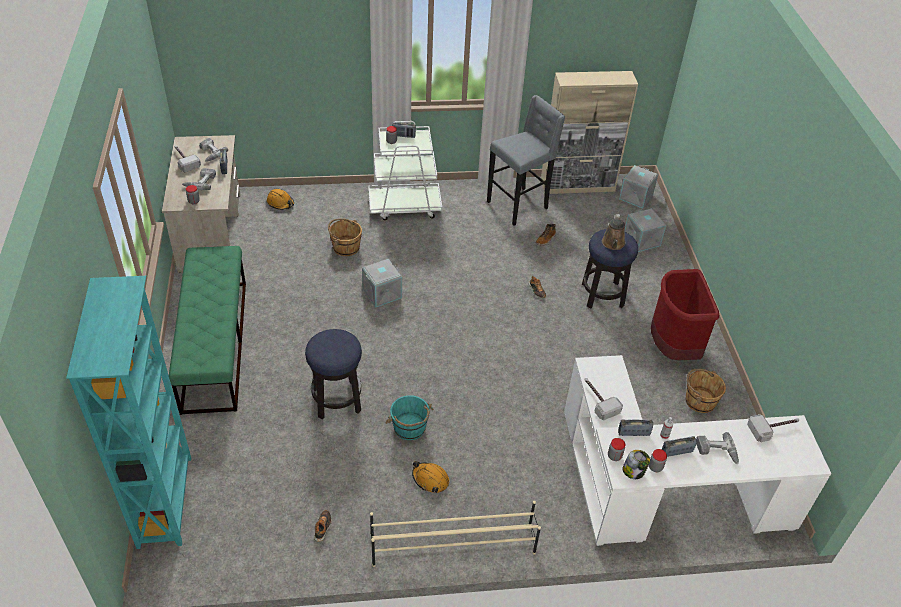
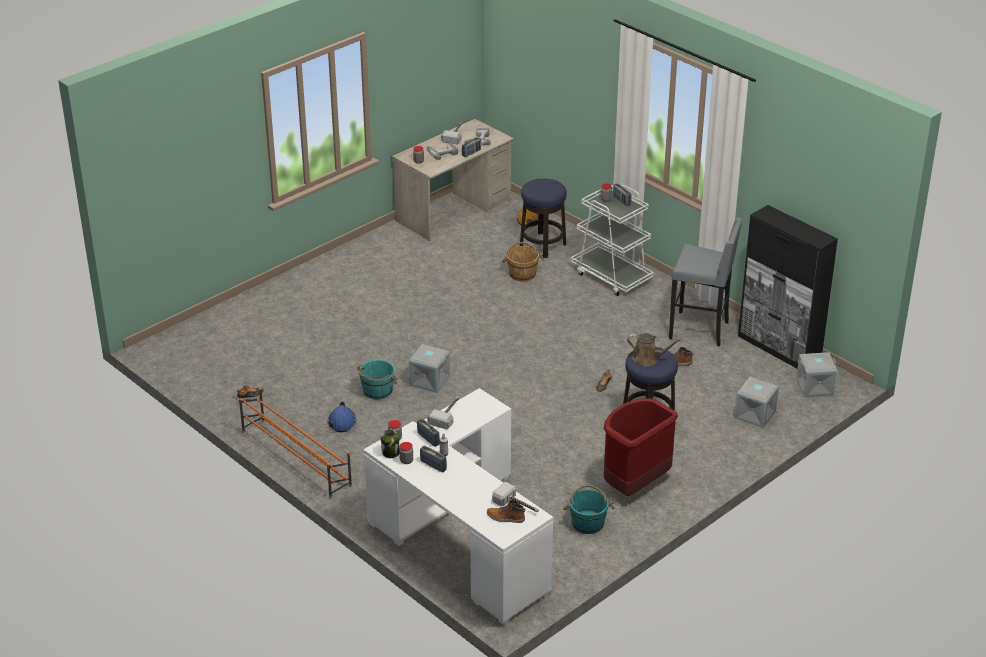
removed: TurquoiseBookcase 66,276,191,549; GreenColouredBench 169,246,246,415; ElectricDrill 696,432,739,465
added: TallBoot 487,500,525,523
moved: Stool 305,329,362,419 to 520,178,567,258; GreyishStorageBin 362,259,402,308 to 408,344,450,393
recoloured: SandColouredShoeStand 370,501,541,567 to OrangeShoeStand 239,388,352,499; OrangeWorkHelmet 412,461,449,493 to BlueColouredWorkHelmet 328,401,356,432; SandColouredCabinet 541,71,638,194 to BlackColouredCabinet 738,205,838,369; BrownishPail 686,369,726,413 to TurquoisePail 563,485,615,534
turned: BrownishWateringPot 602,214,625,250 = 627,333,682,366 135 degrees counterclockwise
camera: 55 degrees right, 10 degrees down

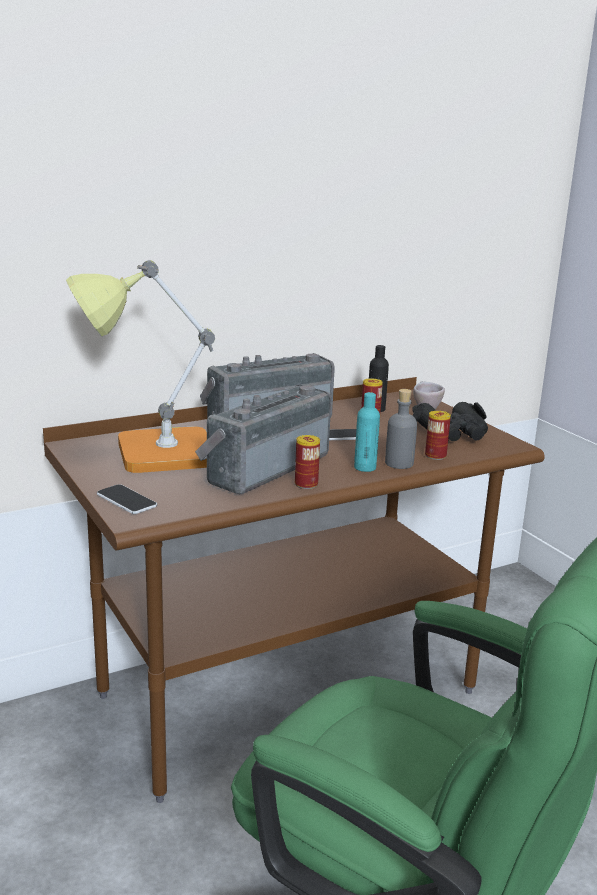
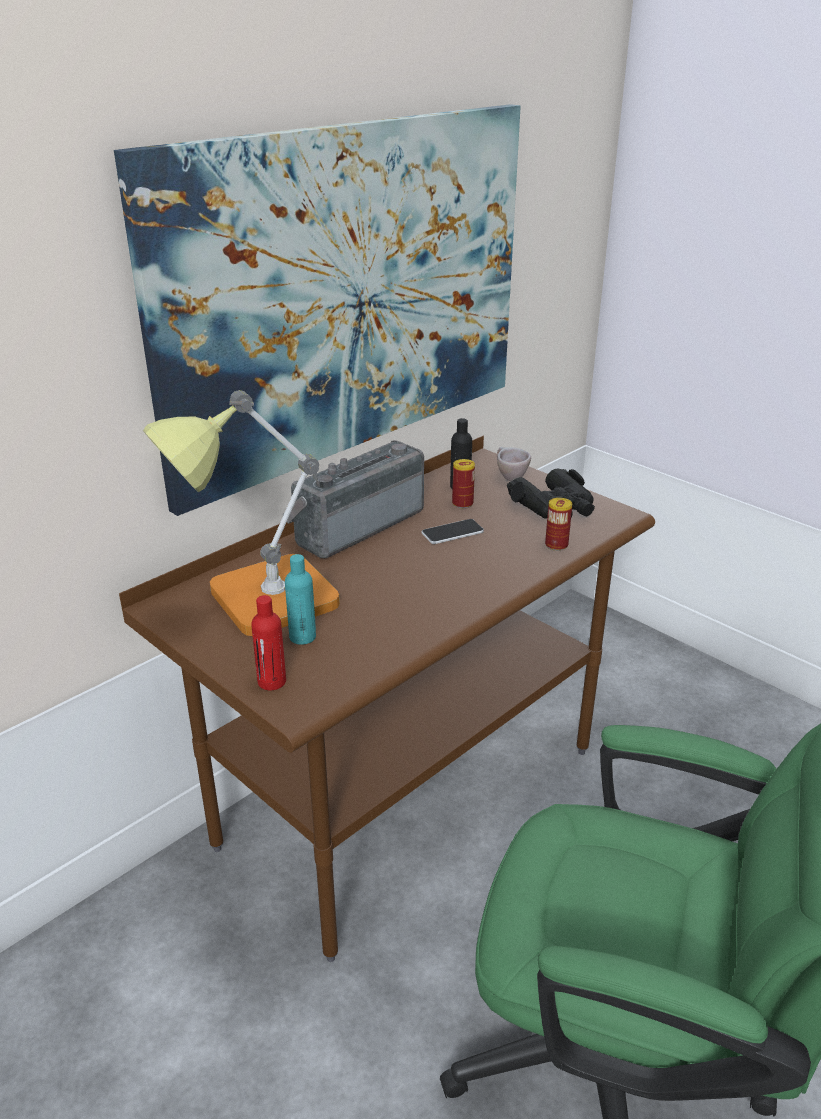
removed: Radio 195,384,331,494; MetalCan 295,435,320,489; GreyishBottle 385,389,417,469
added: WallArt 114,104,521,516
moved: TurquoiseBottle 354,392,380,472 to 285,554,316,645
replaced: Telephone 97,484,157,514 to ReddishBottle 251,595,286,690
camera: 15 degrees left, 10 degrees up

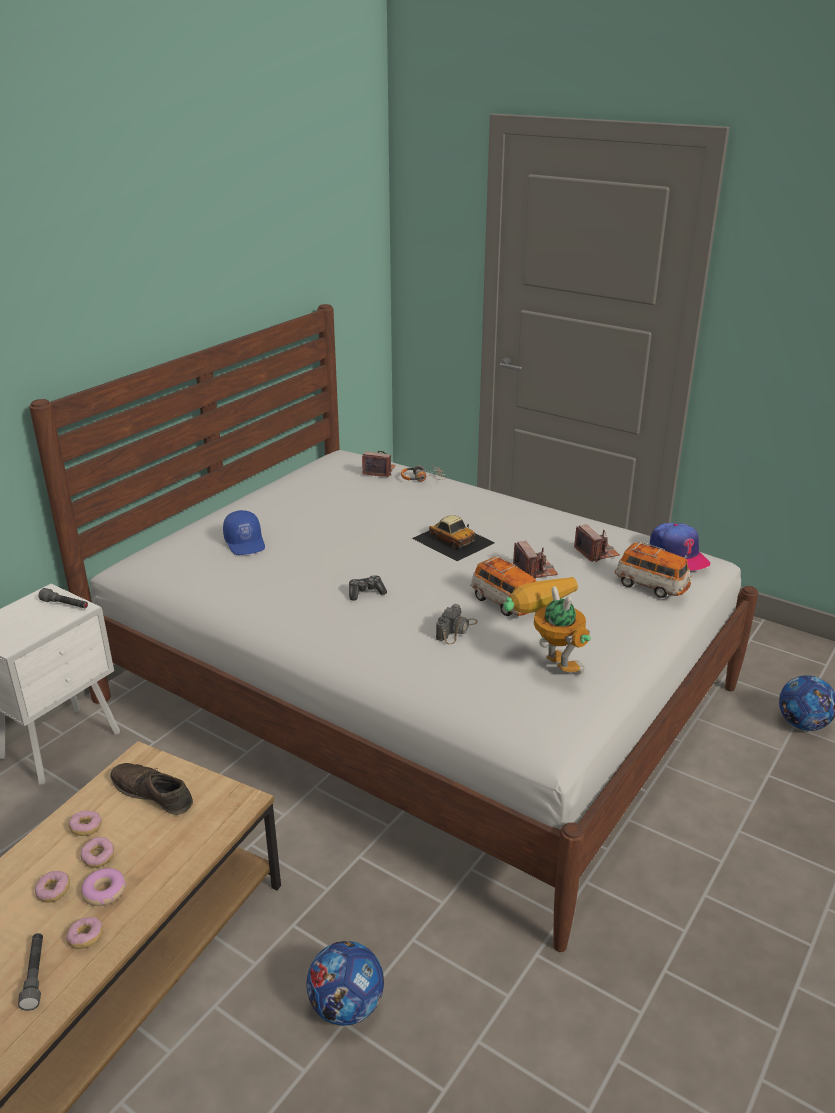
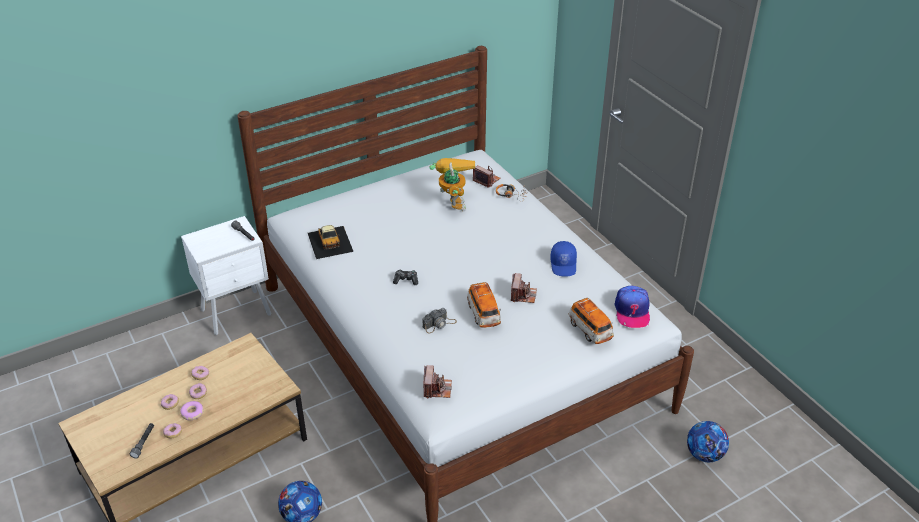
removed: BrownishShoe 110,763,193,815
moved: BlueColouredBaseballCap 223,510,265,555 to 550,241,577,277; MiniatureCar 412,515,495,561 to 308,225,354,259; ModelRobot 503,577,591,674 to 429,158,475,212; PhotoCamera 574,524,620,562 to 424,365,452,399
camera: 25 degrees right, 10 degrees up

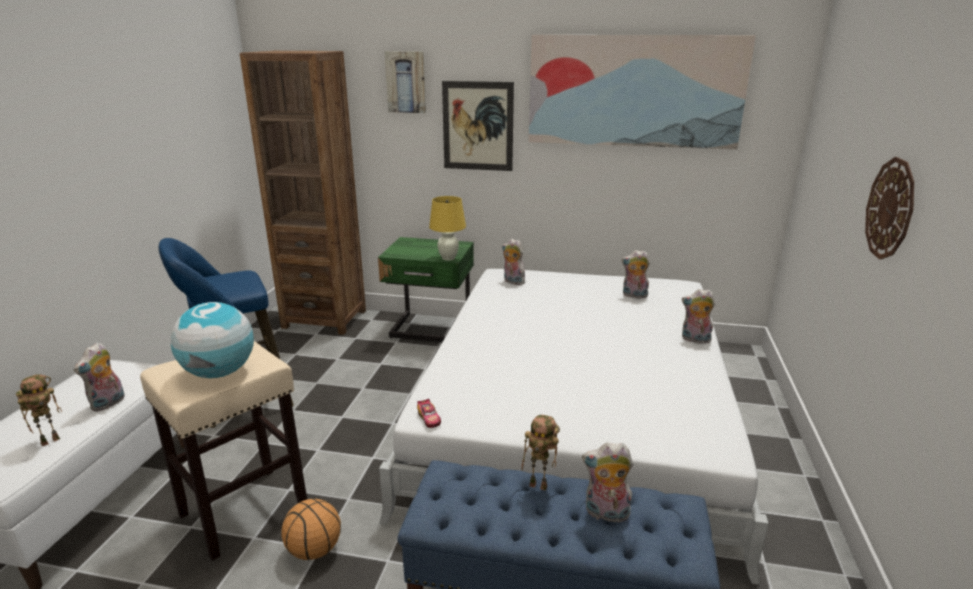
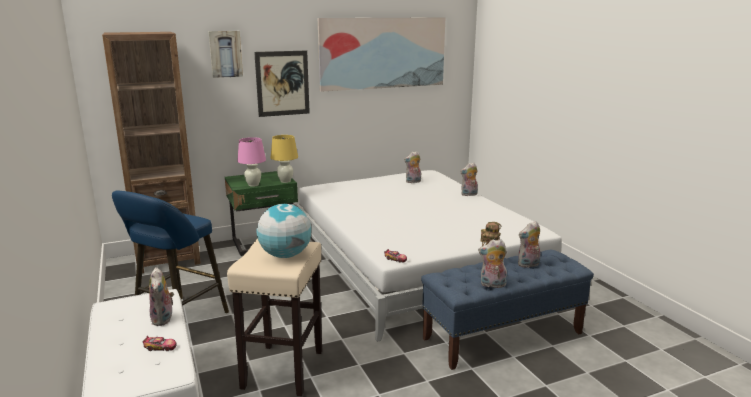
removed: BasketballBall 281,499,341,560; WallClock 865,157,914,260
added: PinkLampForATable 237,137,266,187
moved: PlushToy 502,239,525,285 to 478,239,507,288
replaced: ModelRobot 16,374,62,446 to MiniatureCar 143,336,177,351
camera: 35 degrees left, 5 degrees down

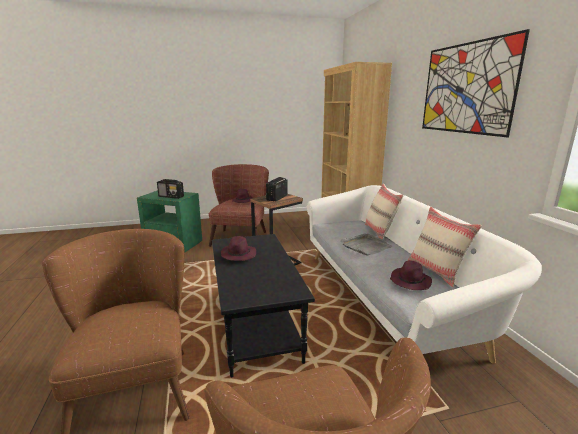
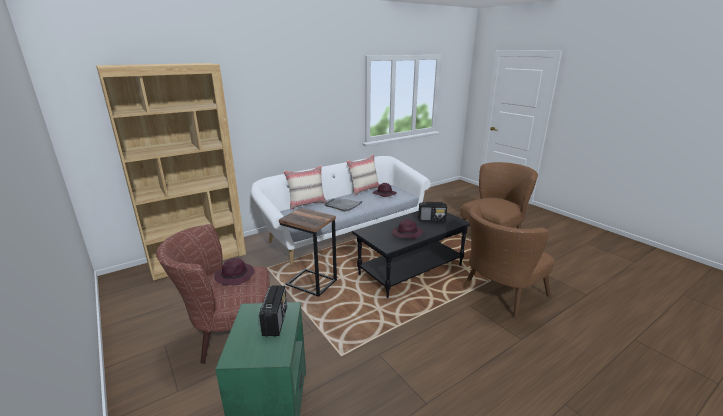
removed: WallArt 422,29,530,137
moved: Radio 266,177,287,202 to 418,202,447,222
camera: 110 degrees left, 5 degrees up

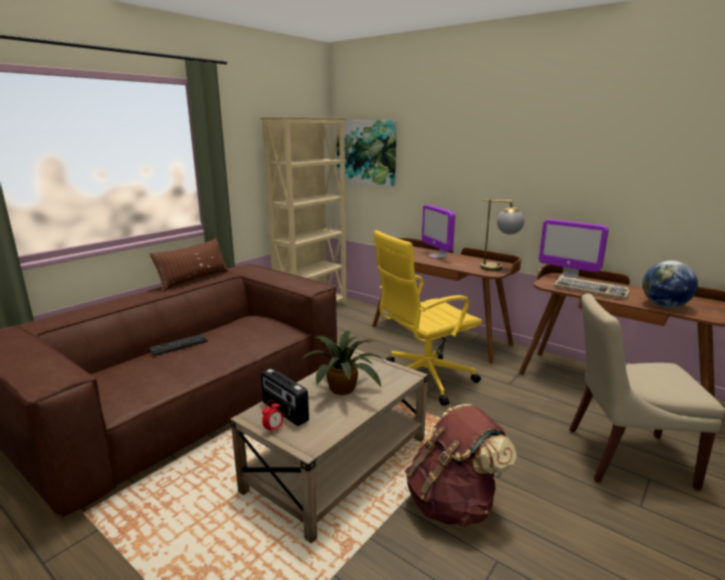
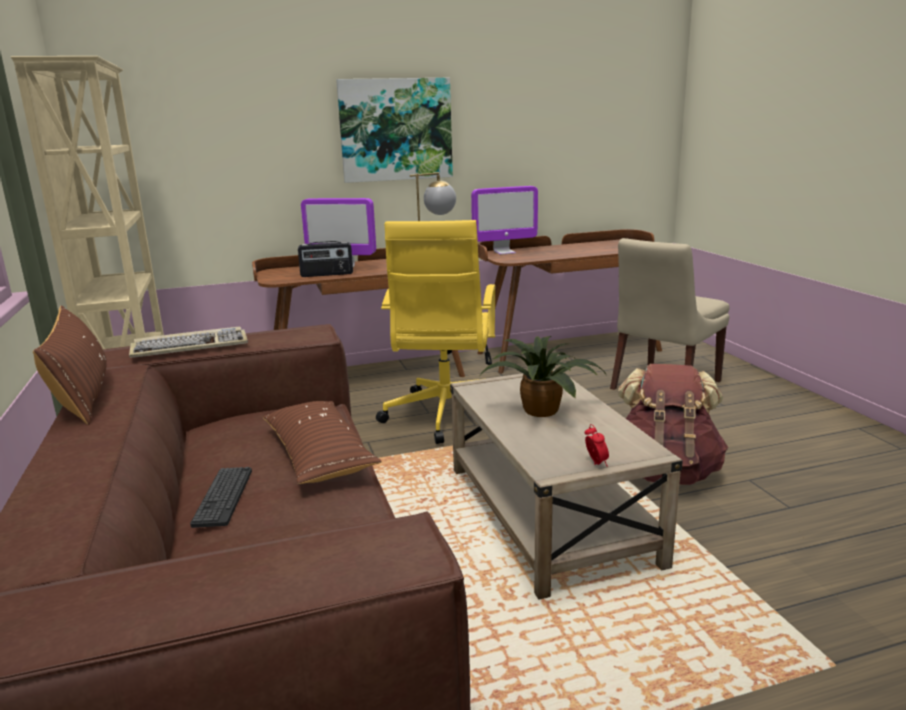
removed: Globe 643,260,698,308
added: BrownishThrowPillow 263,401,382,484
moved: Radio 261,368,309,426 to 298,241,353,277; WallArt 336,120,397,187 to 336,78,453,183; ComputerKeyboard 554,276,630,299 to 129,327,248,358
camera: 55 degrees left, 0 degrees up

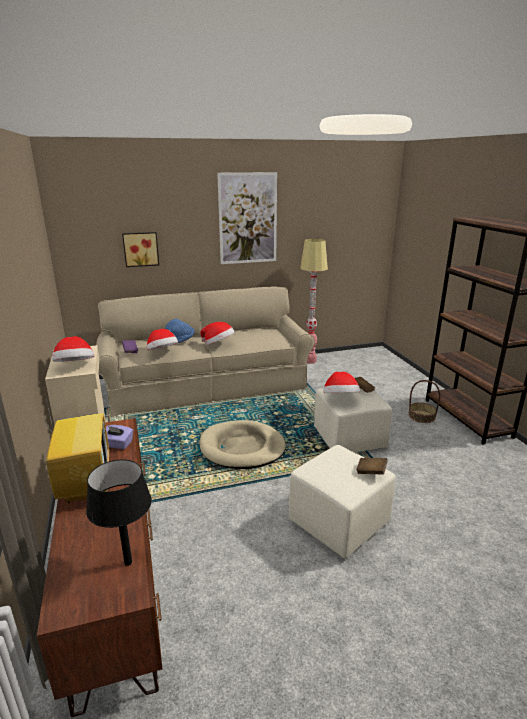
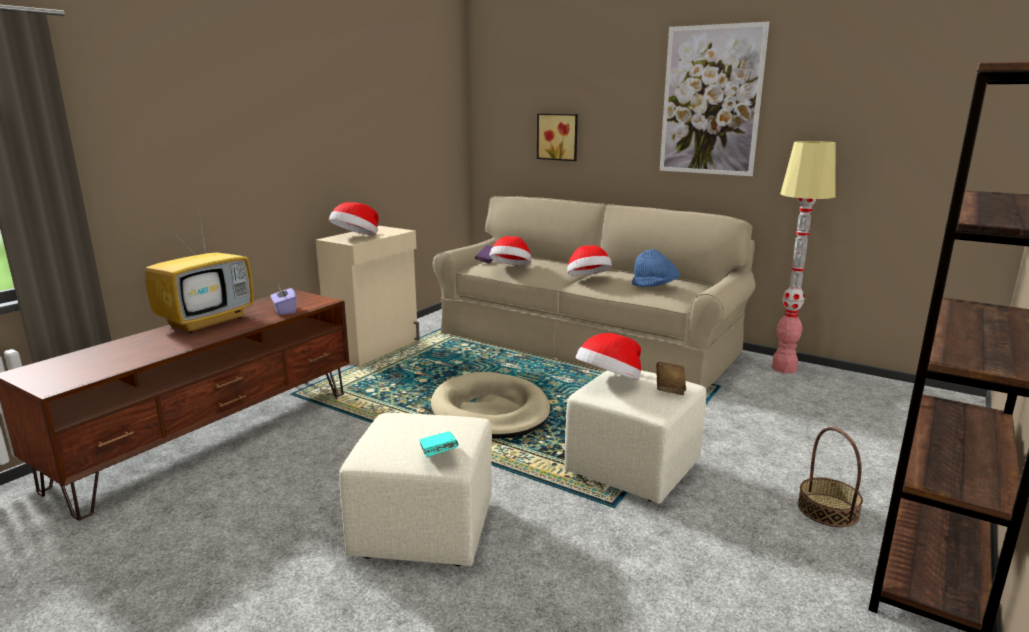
removed: BlackColouredLampForATable 86,459,152,566
moved: BlueColouredClothingHat 165,319,195,343 to 632,249,680,287
recoloured: BrownishBoundBook 356,458,388,475 to TurquoiseBoundBook 420,431,458,457
camera: 50 degrees right, 5 degrees down

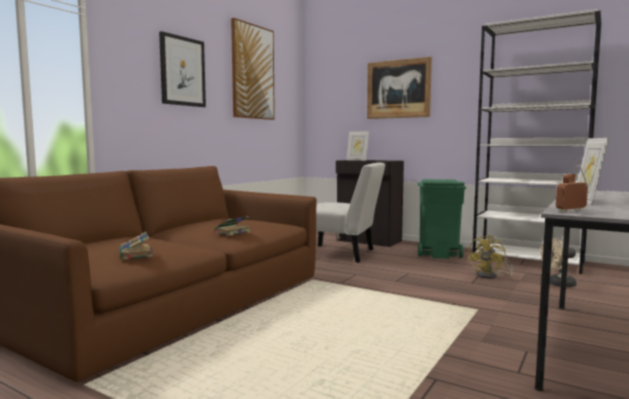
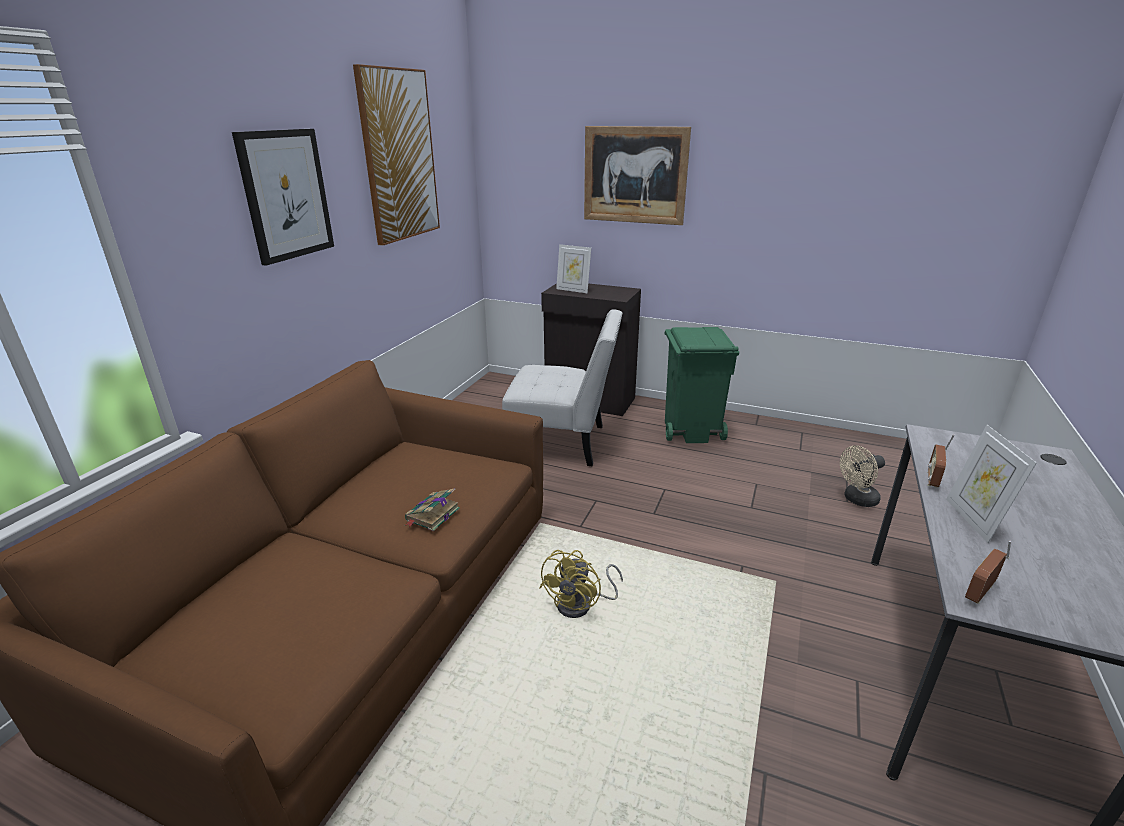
removed: BoundBook 119,232,153,259; WhitishBookcase 473,9,601,274
moved: YellowElectricFan 468,235,514,279 to 539,550,623,618
camera: 10 degrees left, 20 degrees up

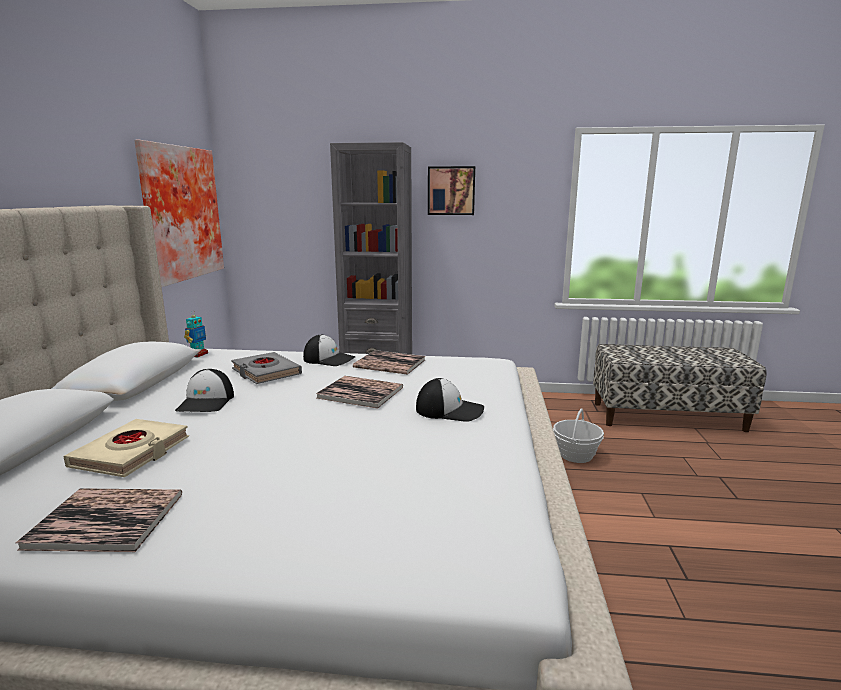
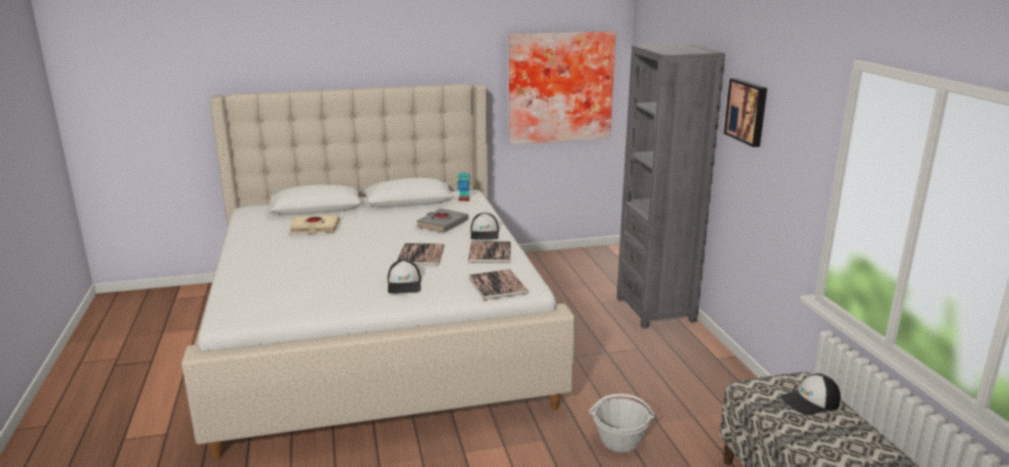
moved: BoundBook 16,488,182,552 to 469,269,528,300; BaseballCap 175,369,234,412 to 781,373,840,415
camera: 70 degrees right, 5 degrees up

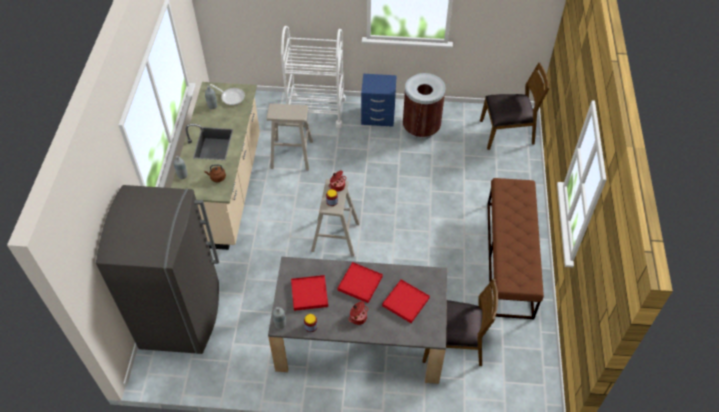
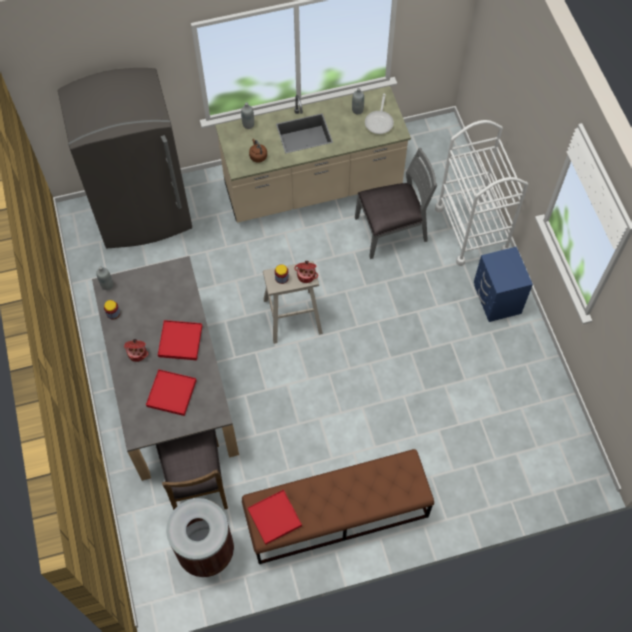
removed: BrownishChair 480,63,549,150
moved: ReddishTray 291,275,328,311 to 248,489,302,545; BrownishTrashCan 403,73,446,139 to 166,498,234,577
replaced: SandColouredStool 266,103,313,171 to GreyishChair 355,148,437,259
camera: 70 degrees right, 10 degrees up

